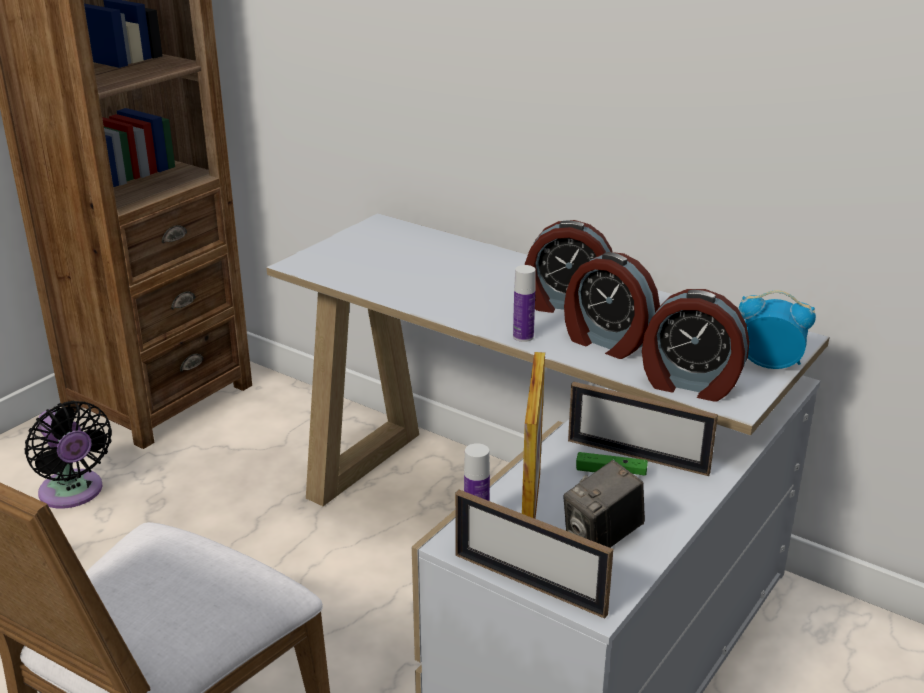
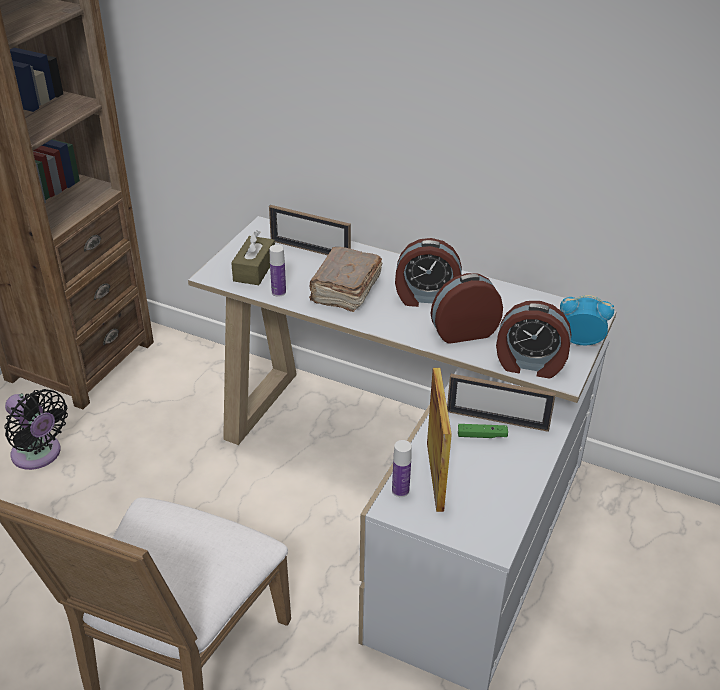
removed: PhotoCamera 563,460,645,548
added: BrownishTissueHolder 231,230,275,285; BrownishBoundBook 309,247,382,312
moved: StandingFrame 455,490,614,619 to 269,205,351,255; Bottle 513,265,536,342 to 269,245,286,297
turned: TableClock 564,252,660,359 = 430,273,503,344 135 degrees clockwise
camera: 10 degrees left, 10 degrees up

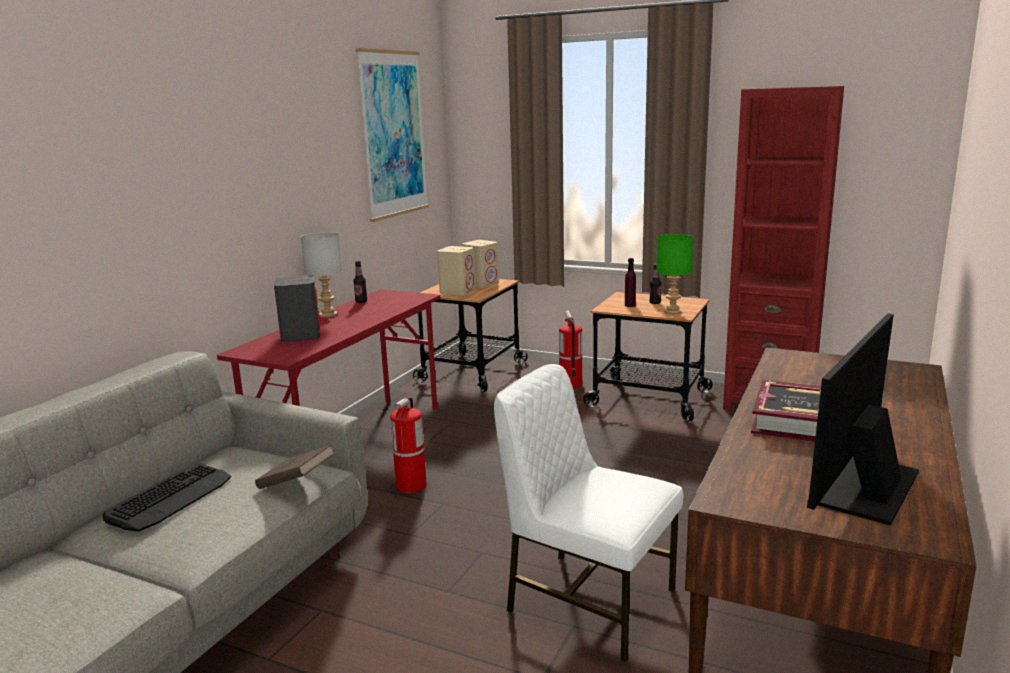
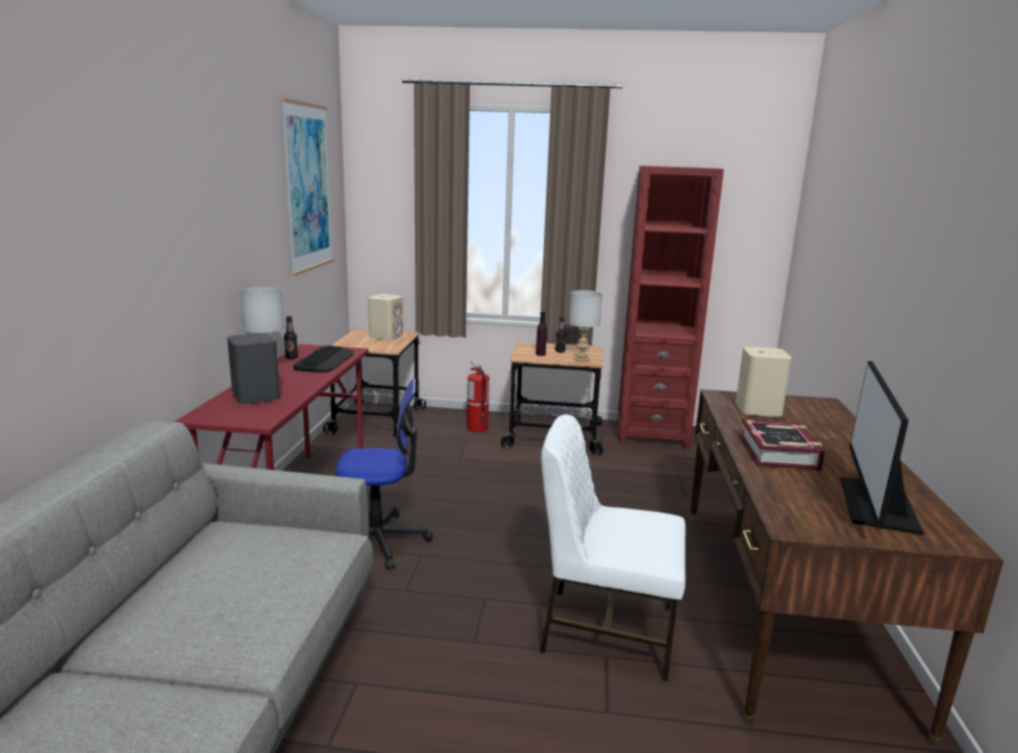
removed: BrownishBoundBook 255,445,335,489
moved: ComputerKeyboard 102,464,231,531 to 293,345,354,372; SandColouredSpeaker 437,246,475,295 to 736,347,792,417
replaced: Extinguisher 390,397,427,493 to OfficeChair 336,379,433,570
recoloured: GreenColouredLampForATable 656,234,694,315 to GreyishLampForATable 569,290,602,362
camera: 20 degrees left, 0 degrees up

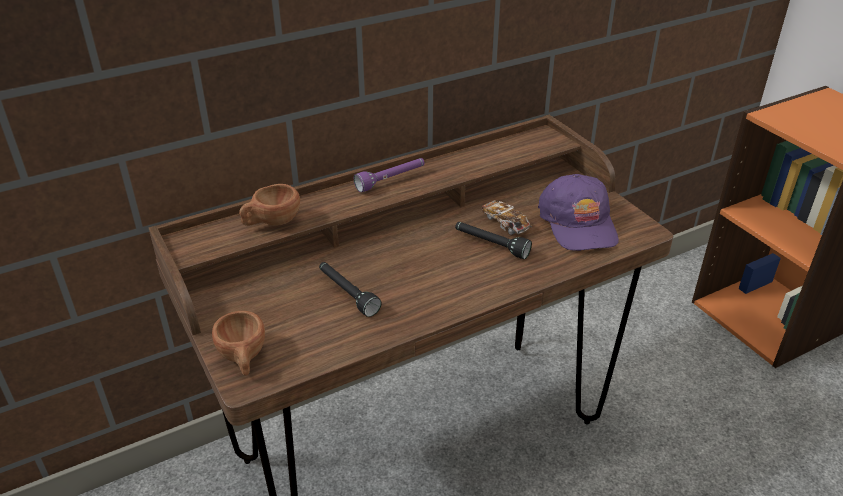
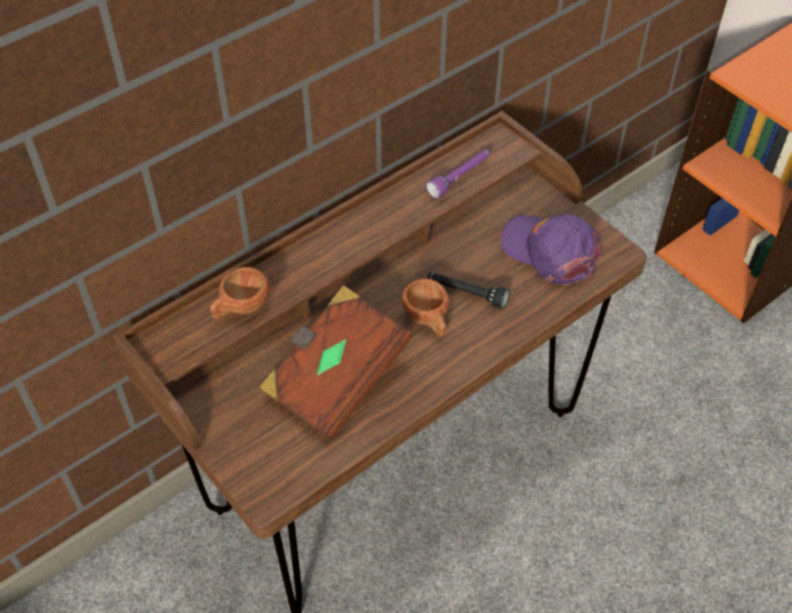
removed: MiniatureCar 482,200,532,235
moved: BrownishSmallCup 212,311,265,376 to 402,278,449,337; PurpleFlashlight 354,158,425,192 to 426,149,490,199
replaced: BlackColouredFlashlight 319,262,382,317 to BrownishBoundBook 259,285,413,441
turned: PurpleBaseballCap 538,174,619,251 = 501,214,602,285 150 degrees clockwise
camera: 10 degrees left, 15 degrees up

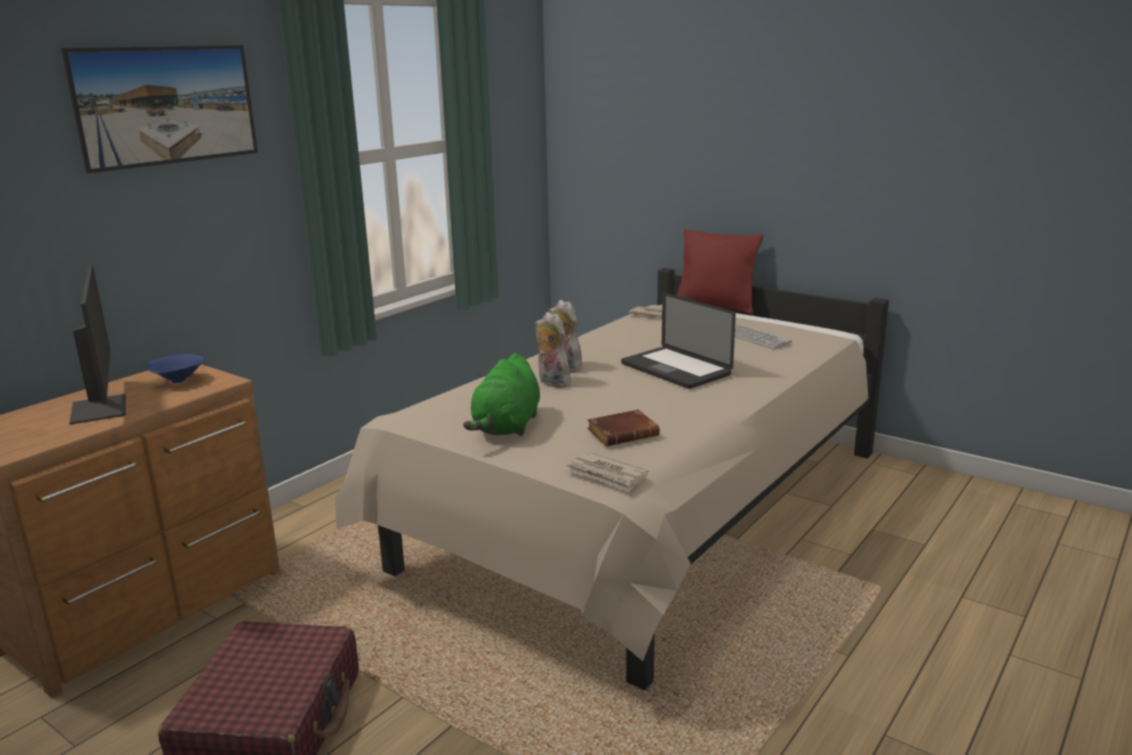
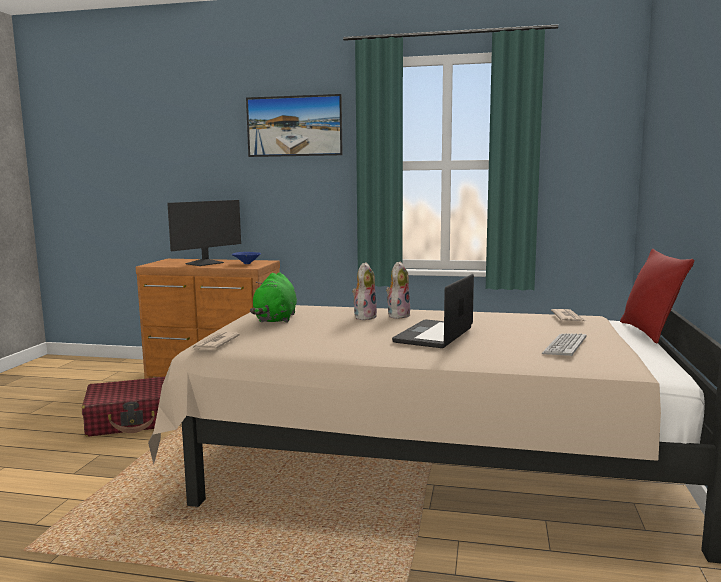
removed: BrownishBoundBook 587,409,660,446
turned: GreenColouredPlushToy 463,353,540,436 = 250,272,297,323 75 degrees counterclockwise
camera: 65 degrees right, 10 degrees down

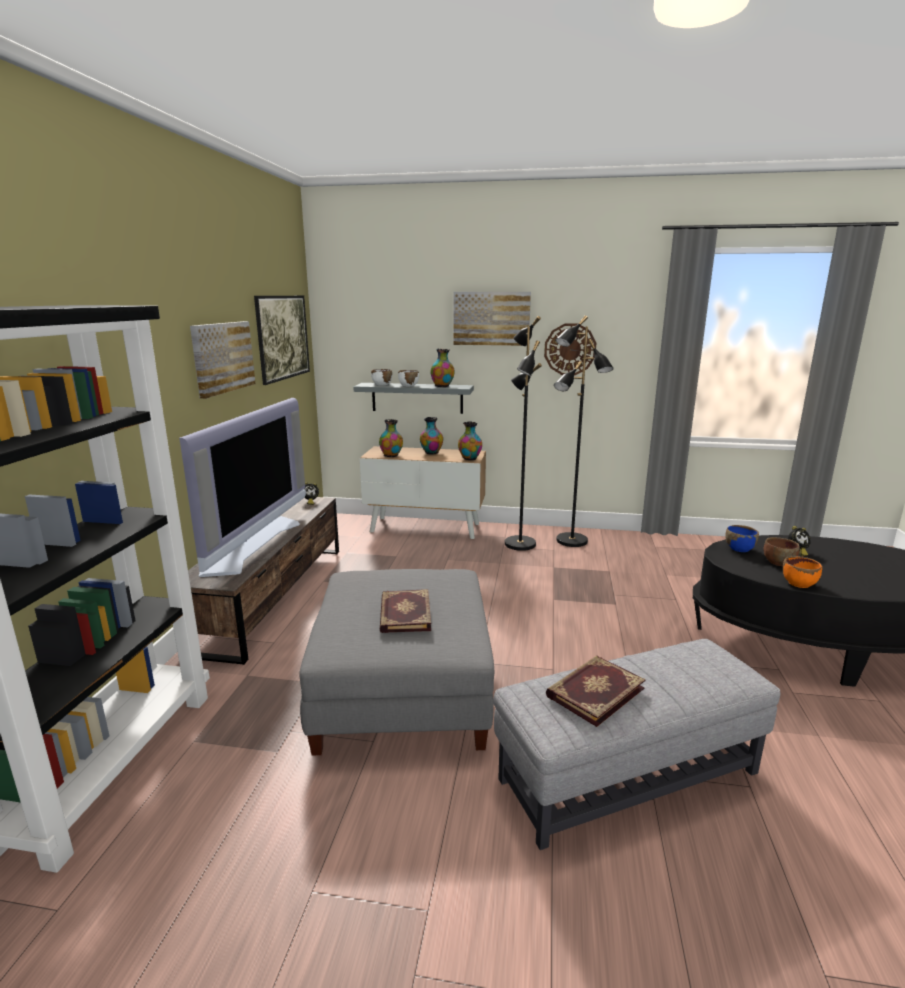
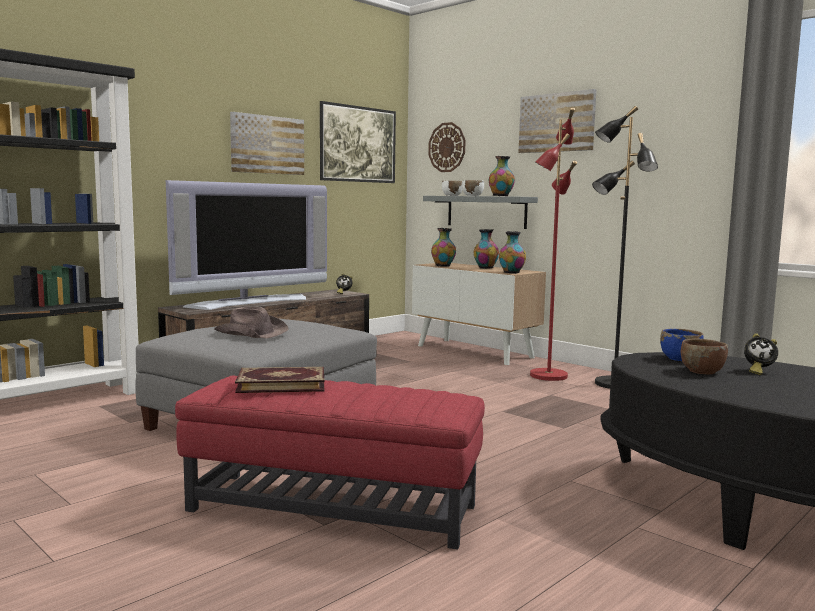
removed: OrangeDeepDish 783,556,822,588
moved: WallClock 544,323,596,375 to 428,122,466,172
replaced: BoundBook 380,589,431,633 to BrownishClothingHat 214,306,289,339
recoloured: GreyishPouffe 494,639,781,850 to ReddishPouffe 175,376,485,550; BlackColouredFloorLamp 505,316,542,551 to ReddishFloorLamp 530,107,577,381
camera: 35 degrees right, 10 degrees down

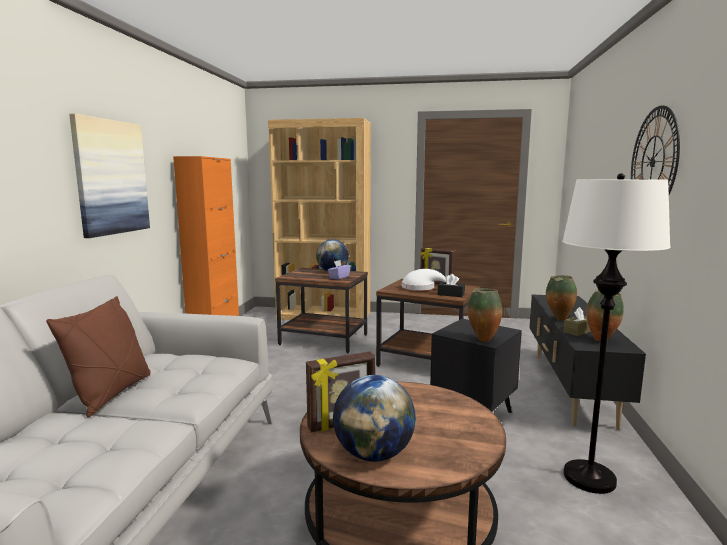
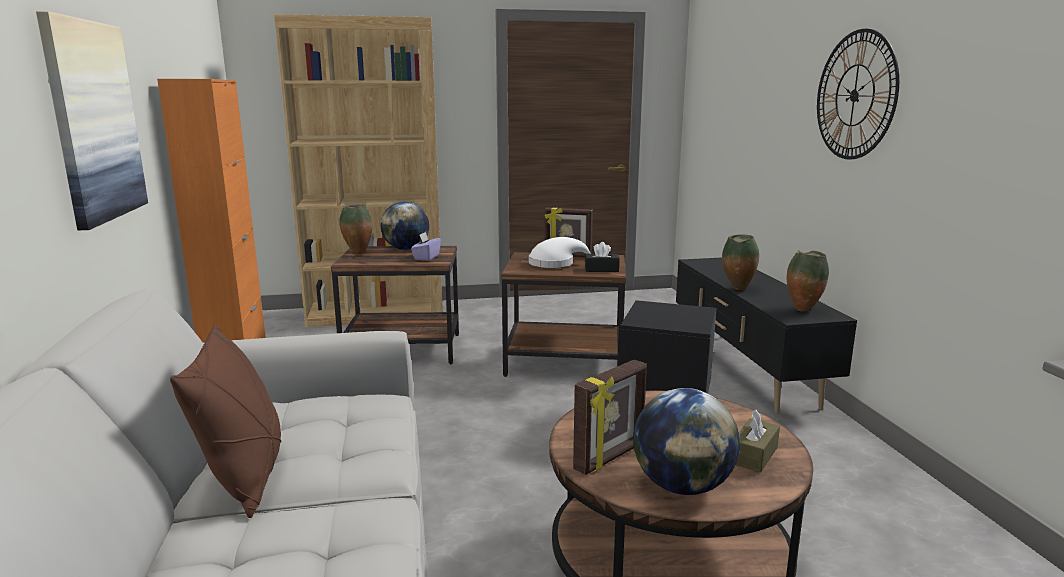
removed: WhitishFloorLamp 562,173,671,494
moved: Vase 467,288,502,342 to 339,205,372,254; BrownishTissueHolder 563,307,591,336 to 736,410,780,473
camera: 20 degrees left, 5 degrees up

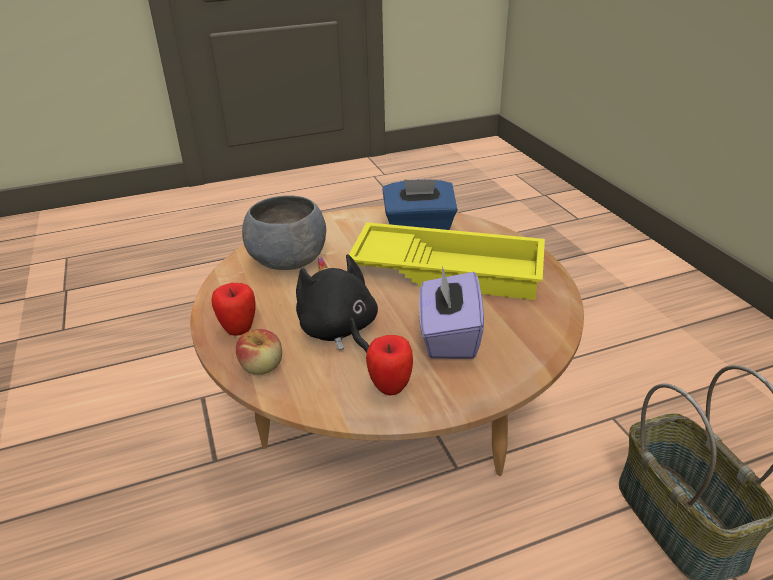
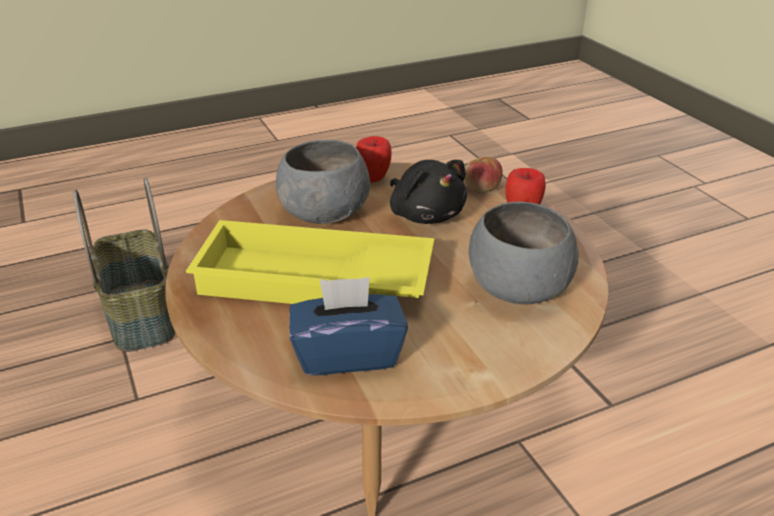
replaced: PurpleTissueHolder 419,266,484,359 to GreyishDeepDish 276,139,370,224
camera: 175 degrees right, 0 degrees up

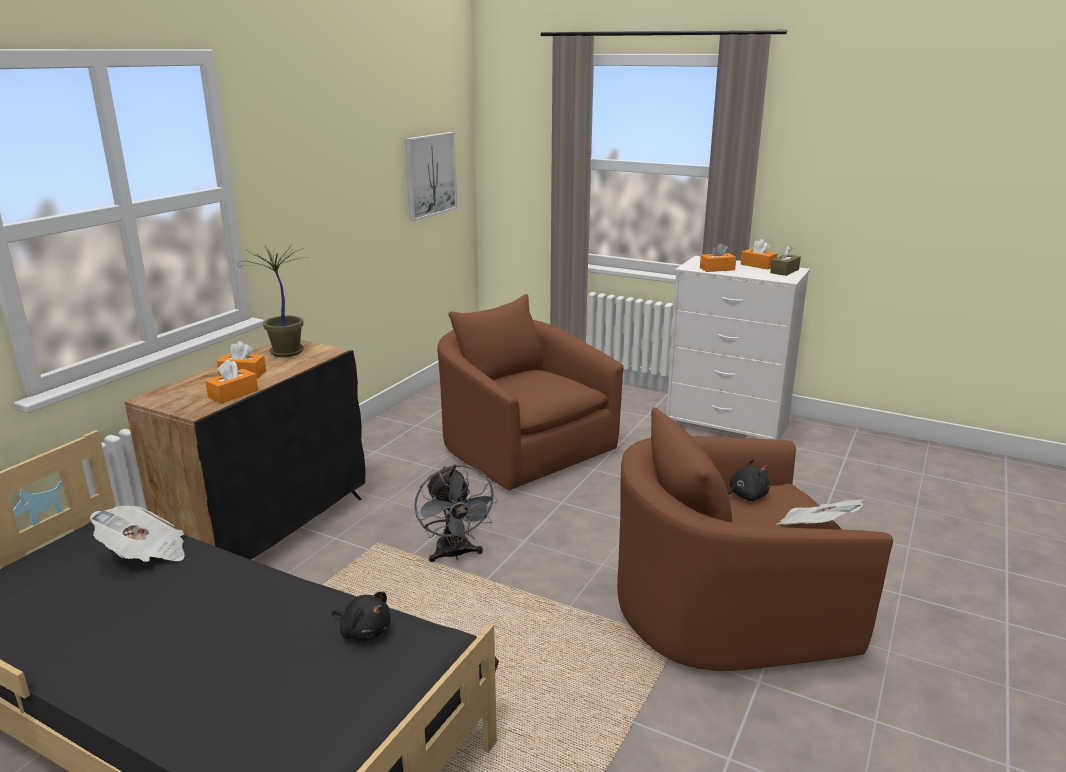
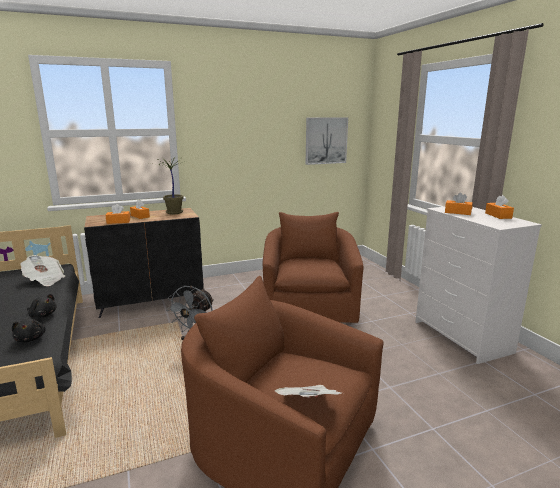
removed: BrownishTissueHolder 770,245,801,276
moved: BlackColouredPlushToy 727,459,770,502 to 27,294,57,318
camera: 40 degrees right, 5 degrees down

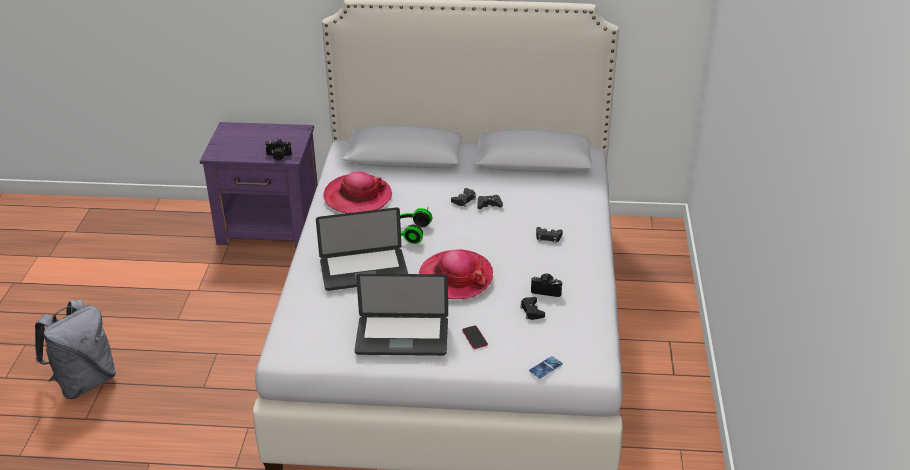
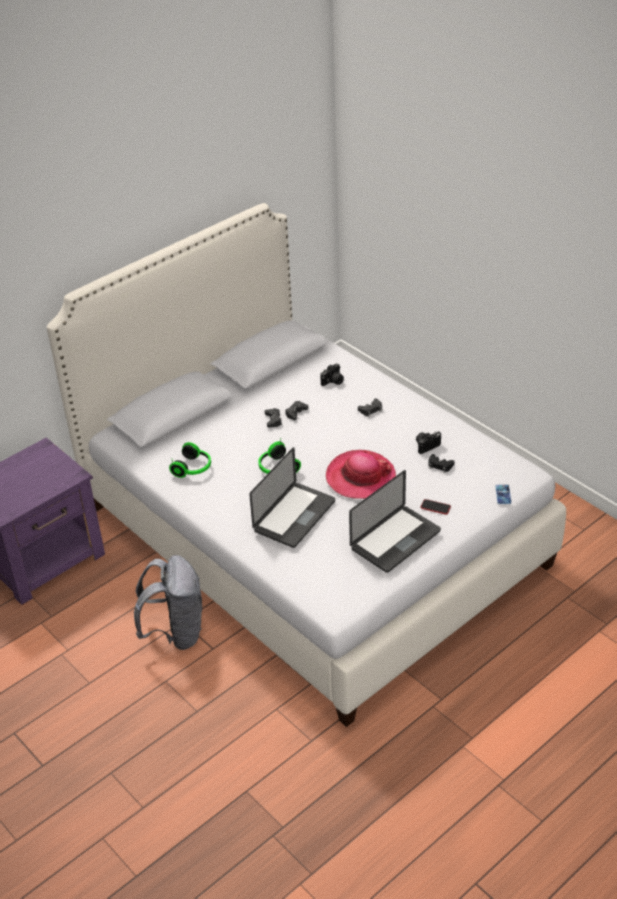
moved: GreyishBackpack 35,299,116,399 to 134,555,202,650; PhotoCamera 265,139,292,161 to 320,363,344,386
replaced: ClothingHat 323,171,393,213 to Headset 169,442,211,478
camera: 45 degrees left, 5 degrees up

